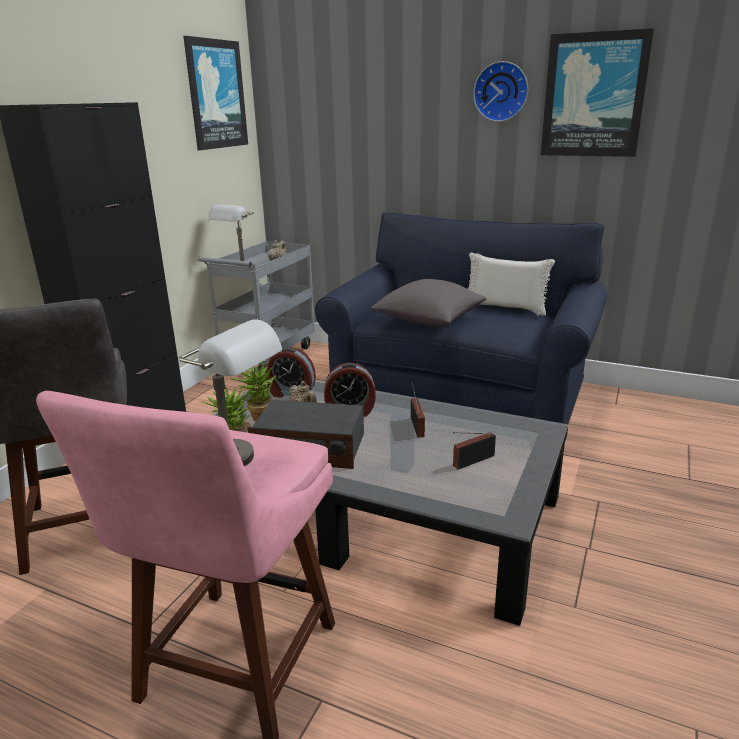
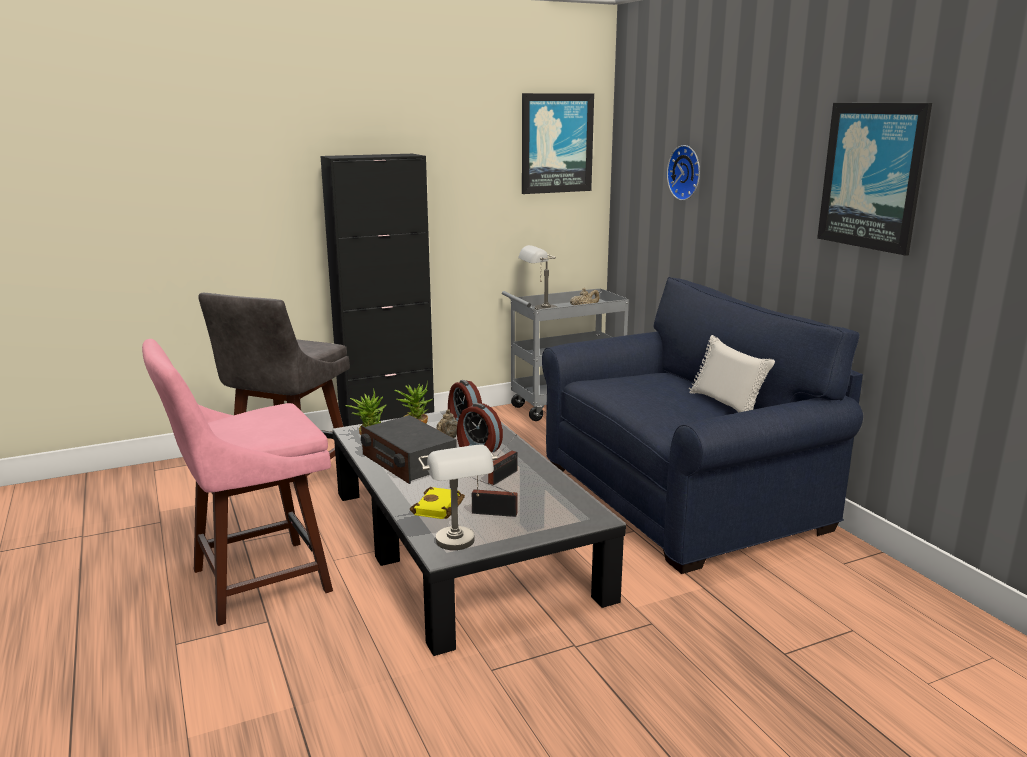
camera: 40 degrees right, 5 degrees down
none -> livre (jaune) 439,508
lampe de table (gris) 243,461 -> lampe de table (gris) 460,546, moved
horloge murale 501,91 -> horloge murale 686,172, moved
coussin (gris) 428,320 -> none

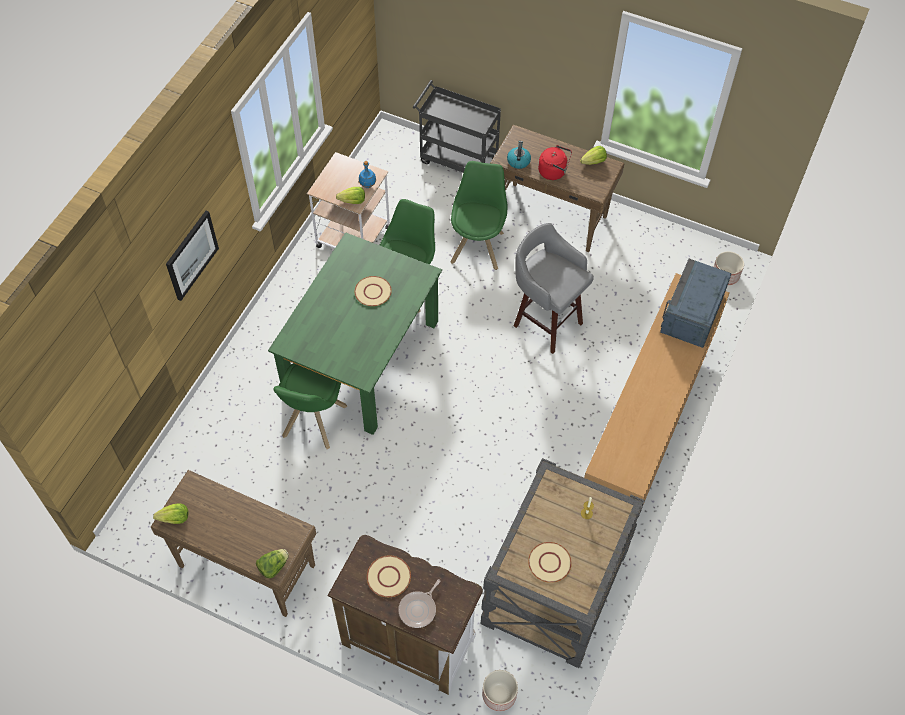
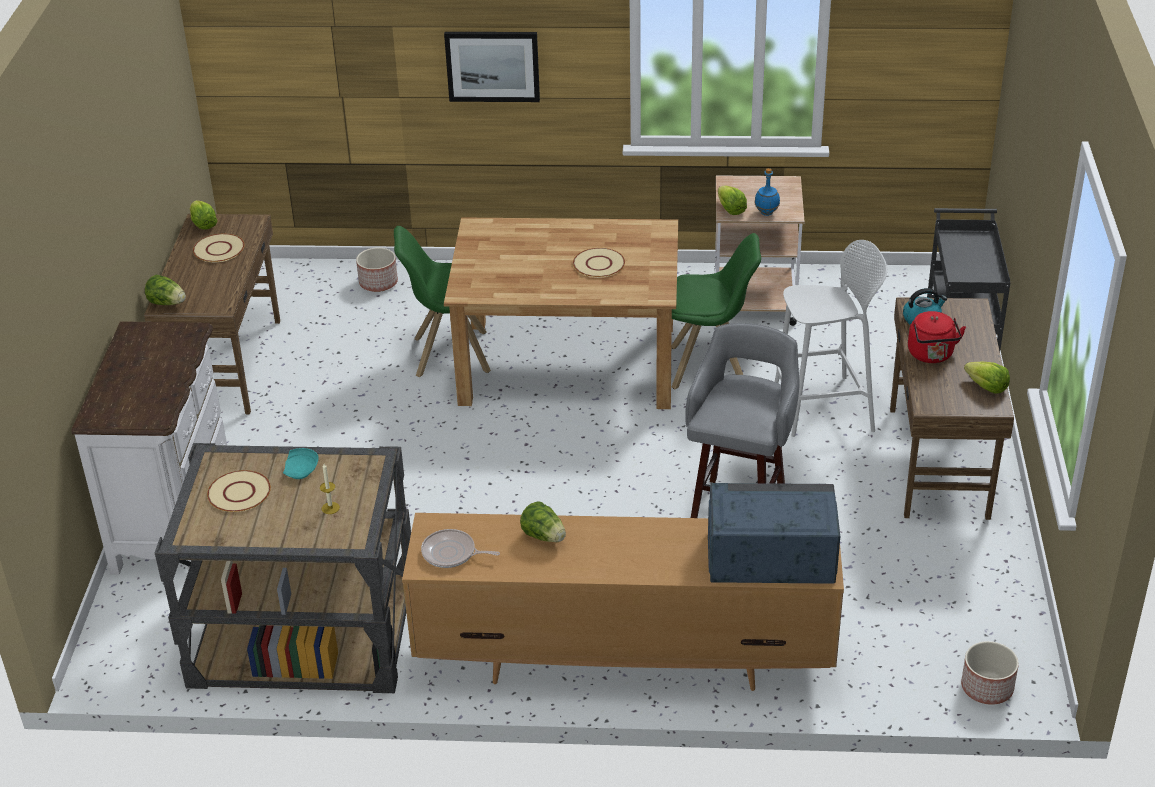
camera: 70 degrees right, 20 degrees down
assiette (beige) 389,577 -> assiette (beige) 218,249, moved
none -> assiette (turquoise) 301,470
cache-pot 499,695 -> cache-pot 378,283, moved
poêle 419,609 -> poêle 451,553, moved
table à manger (vert) 362,359 -> table à manger (marron) 566,364
none -> laitue 544,536
chaise (vert) 478,247 -> tabouret (blanc) 824,409

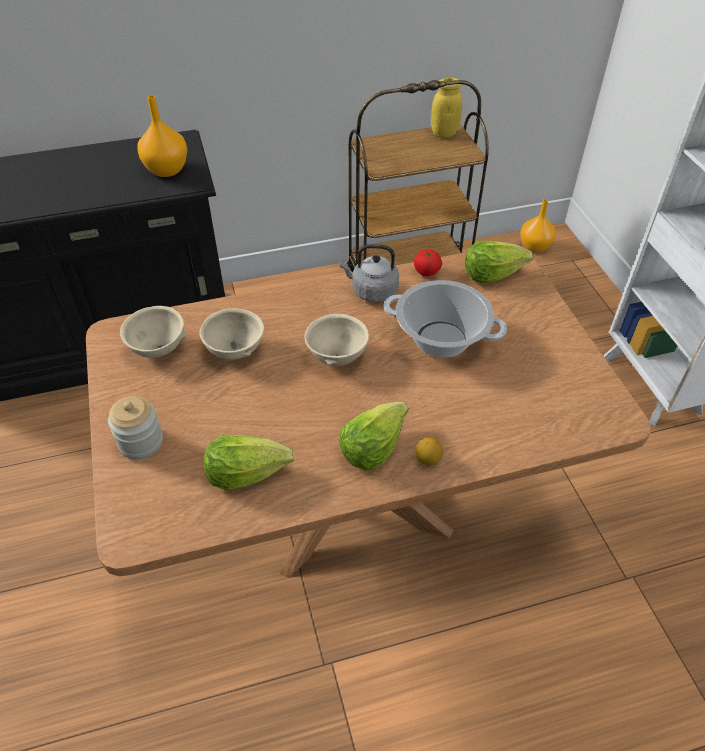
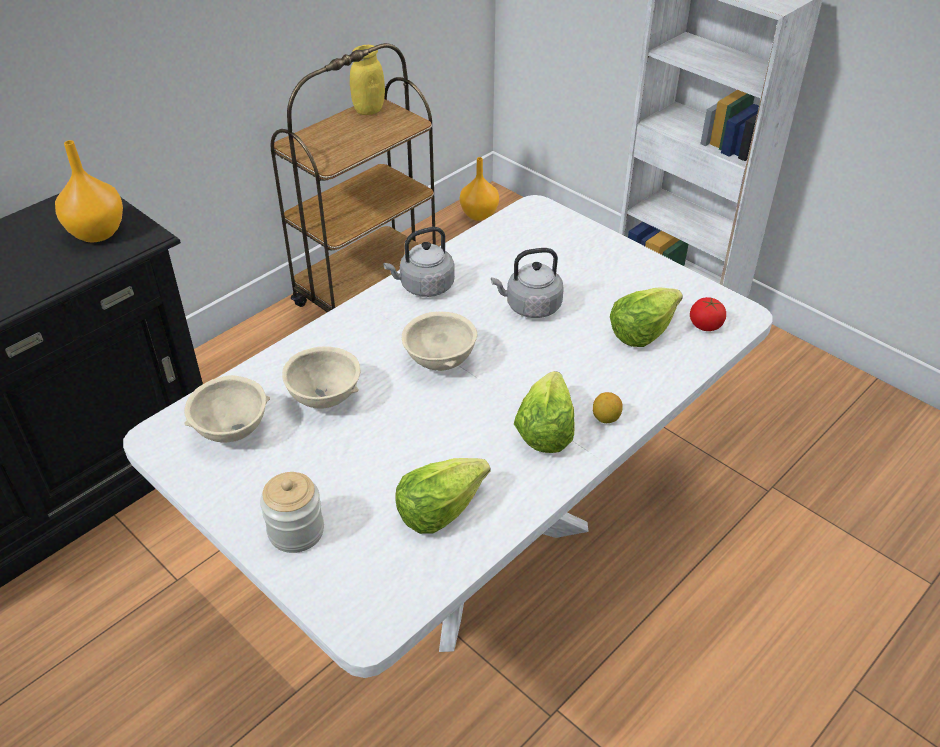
camera: 30 degrees left, 5 degrees down
table à manger (marron) 352,507 -> table à manger (blanc) 471,547
marmite 441,340 -> bouilloire (gris) 530,307
laitue 492,273 -> laitue 642,330, moved
tomate 426,271 -> tomate 705,325, moved

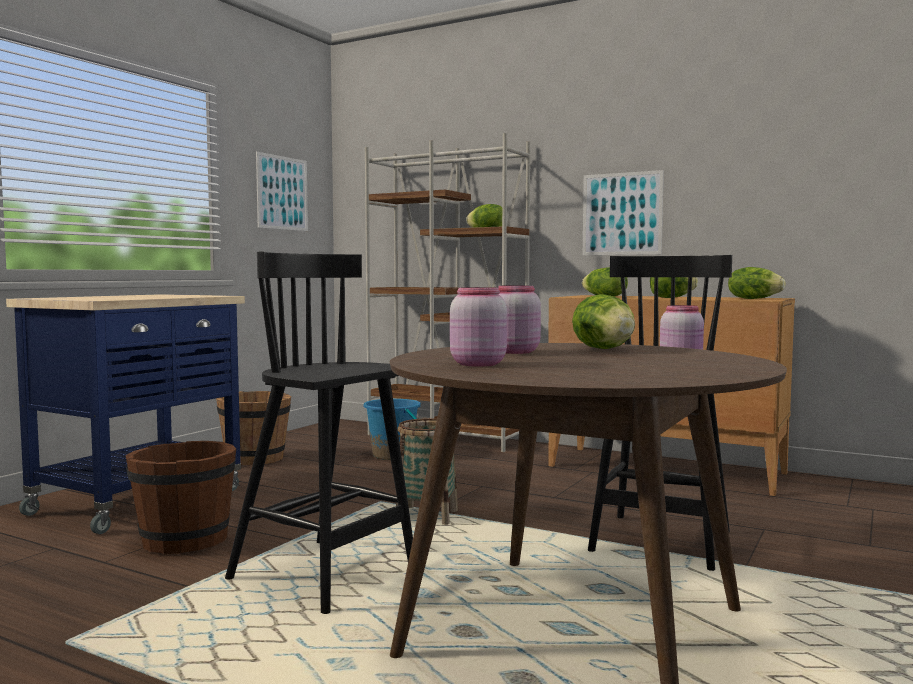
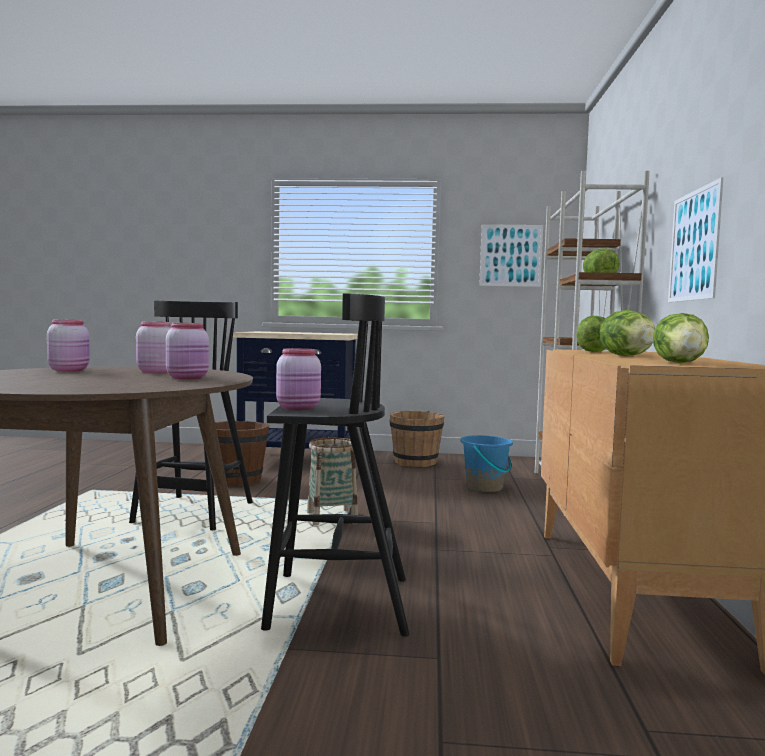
camera: 65 degrees right, 0 degrees up
laitue 604,349 -> bocal (rose) 189,378

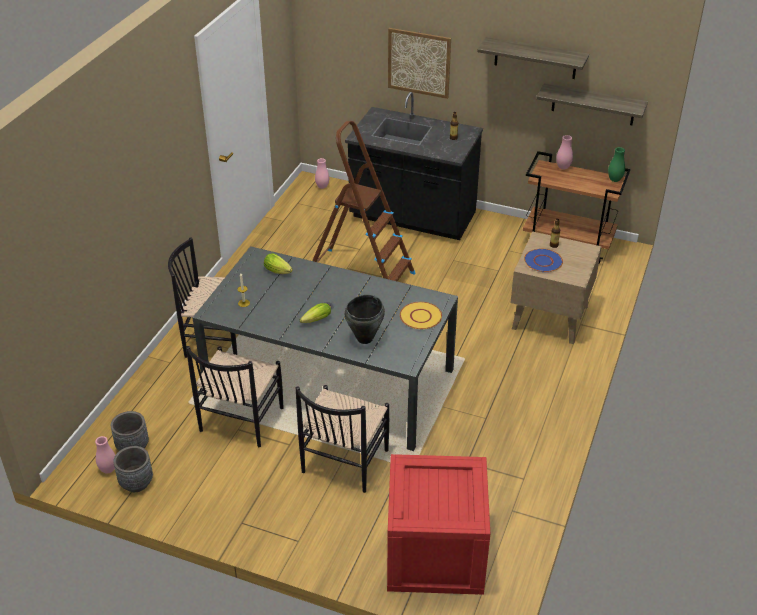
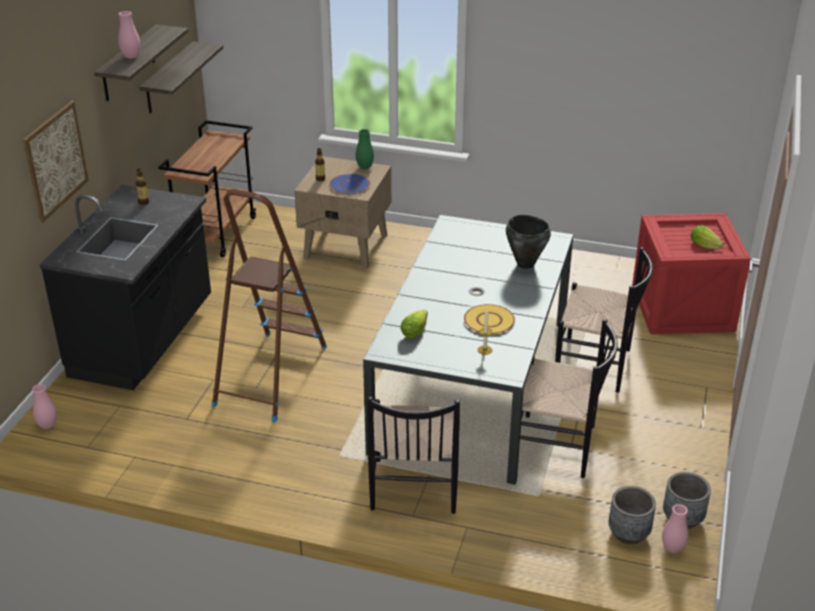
camera: 95 degrees left, 5 degrees down
vase (rose) 563,167 -> vase (rose) 131,57, moved
vase (vert) 614,180 -> vase (vert) 365,167, moved
assiette (jaune) 421,316 -> assiette (jaune) 489,320, moved
laitue 315,321 -> laitue 706,246, moved

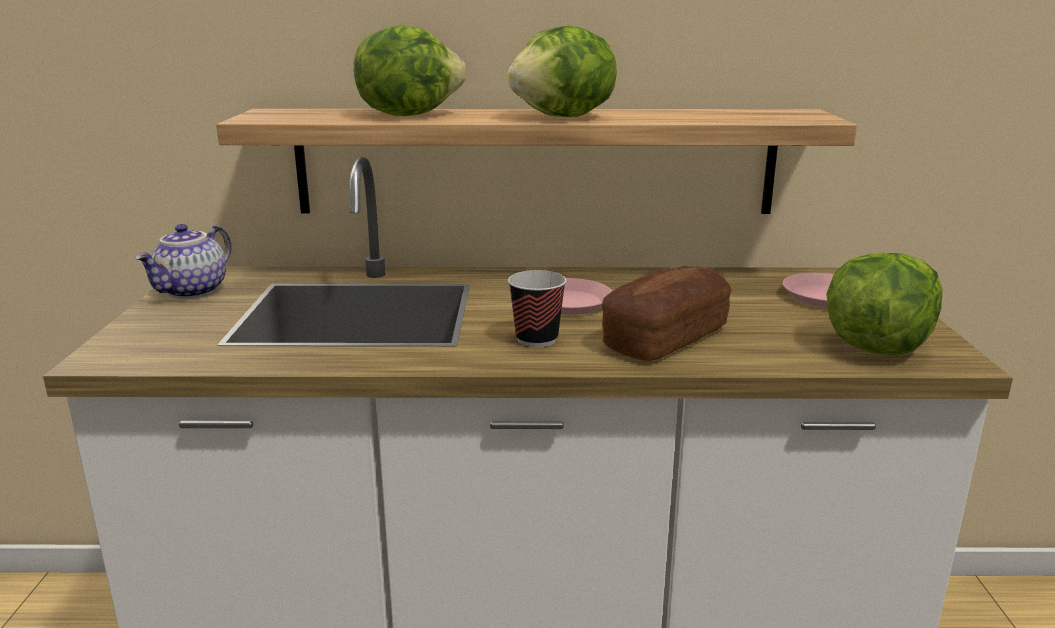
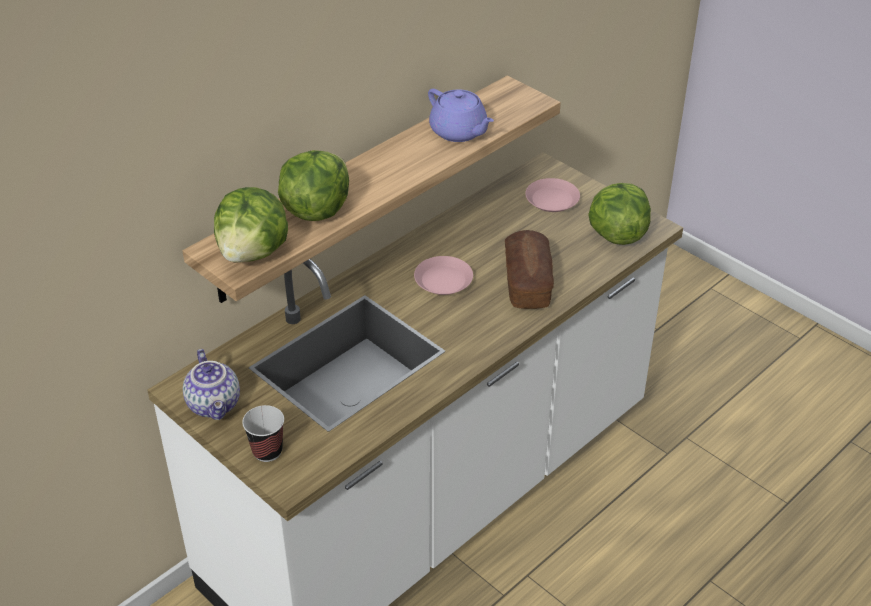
camera: 45 degrees left, 20 degrees up
laitue 564,117 -> laitue 253,253, moved
tasse 536,339 -> tasse 267,451, moved
none -> théière (violet) 459,132

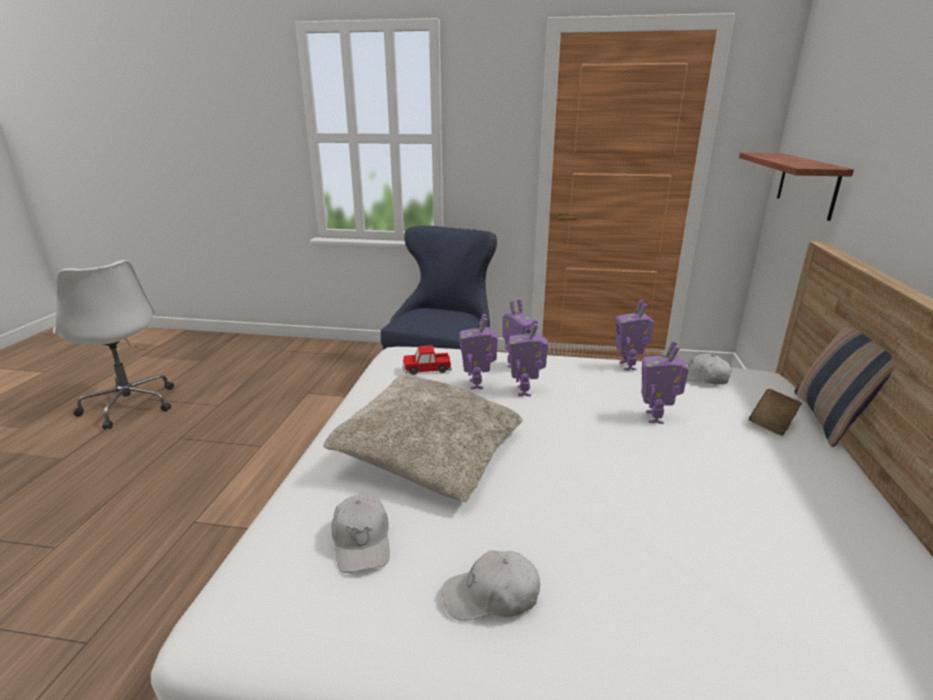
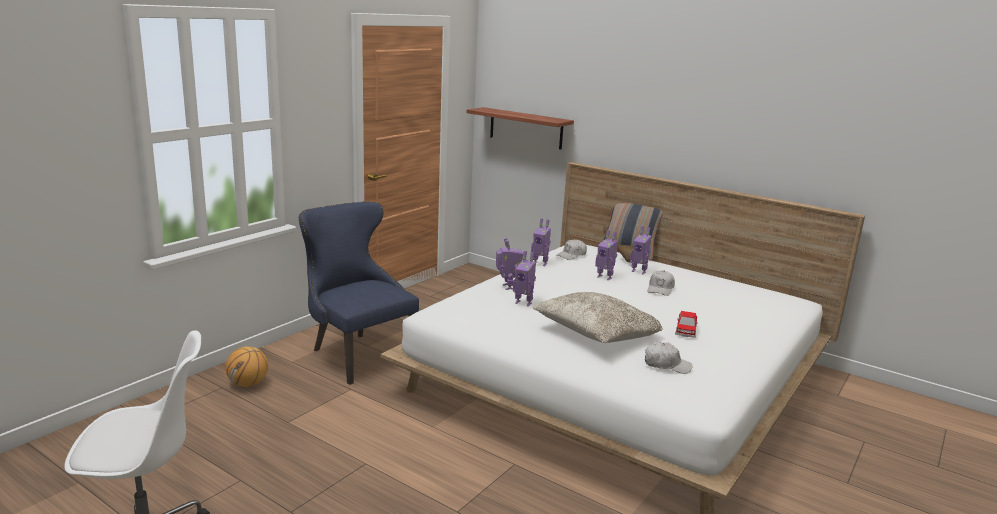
camera: 65 degrees left, 5 degrees down
none -> ballon de basket 248,384
robot jouet 525,391 -> robot jouet 639,271, moved
casquette (blanc) 491,596 -> casquette (blanc) 660,289, moved
petite voiture 427,368 -> petite voiture 686,330, moved

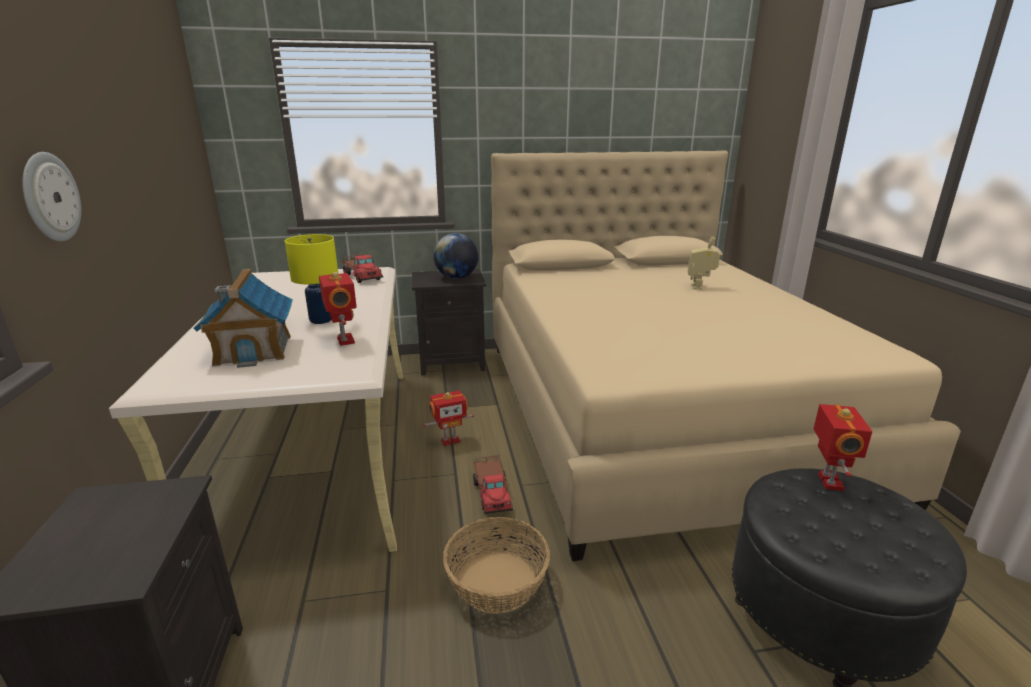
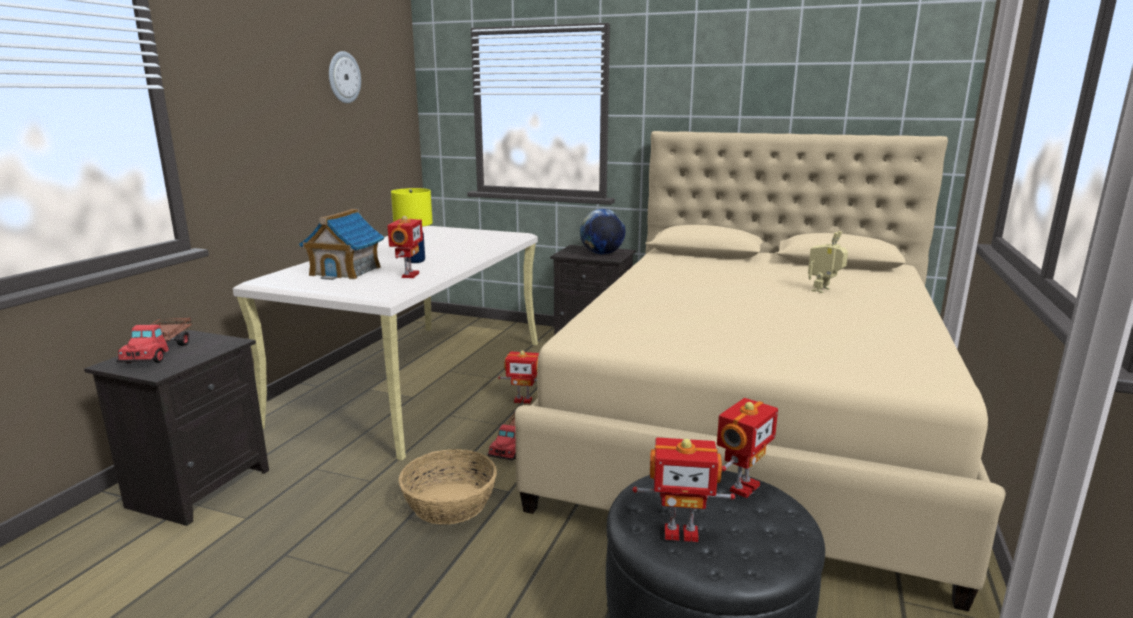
camera: 30 degrees right, 5 degrees down
camion jouet 362,276 -> camion jouet 160,352, moved
horloge murale 50,197 -> horloge murale 343,77, moved
none -> robot jouet 681,532

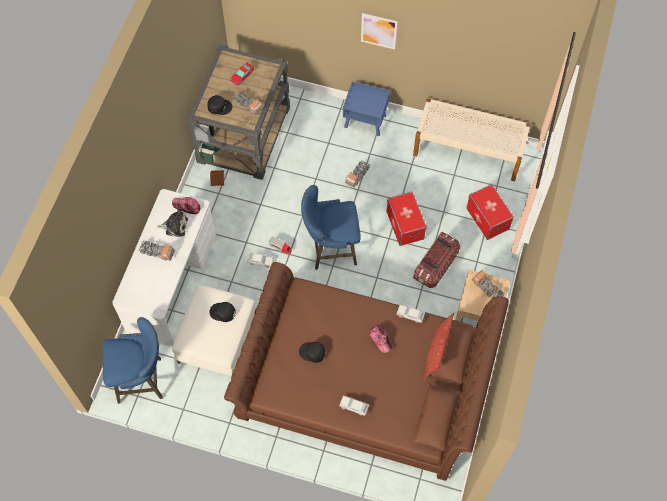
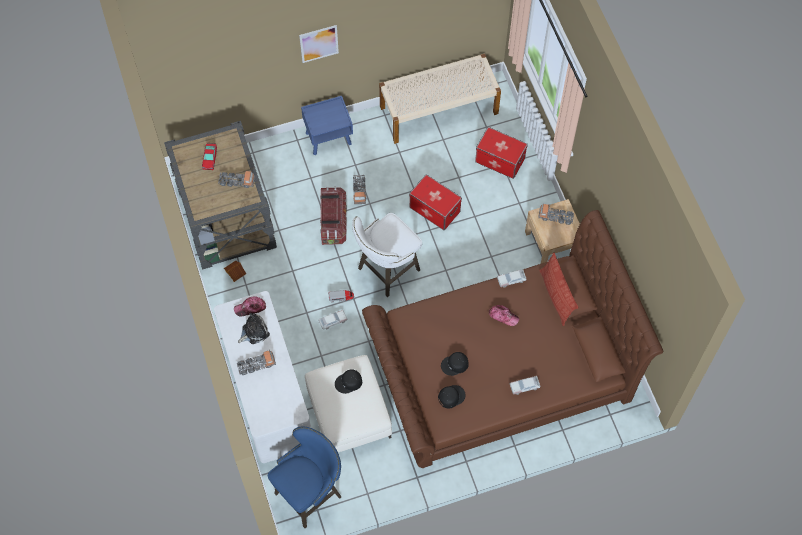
camera: 35 degrees left, 0 degrees up
boîte de rangement 436,265 -> boîte de rangement 333,221, moved
tabouret (bleu) 330,249 -> tabouret (blanc) 386,271
casquette (noir) 219,106 -> casquette (noir) 451,396, moved

